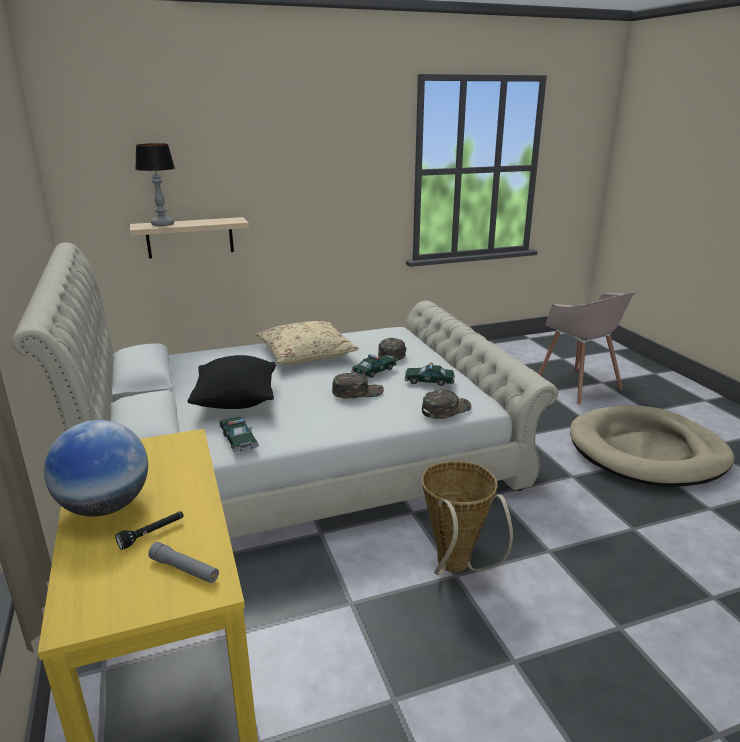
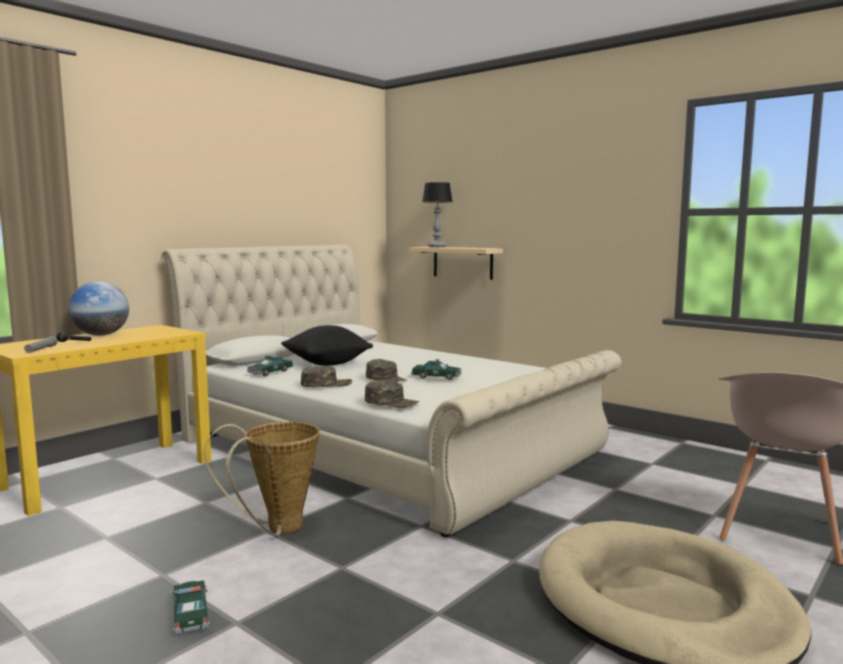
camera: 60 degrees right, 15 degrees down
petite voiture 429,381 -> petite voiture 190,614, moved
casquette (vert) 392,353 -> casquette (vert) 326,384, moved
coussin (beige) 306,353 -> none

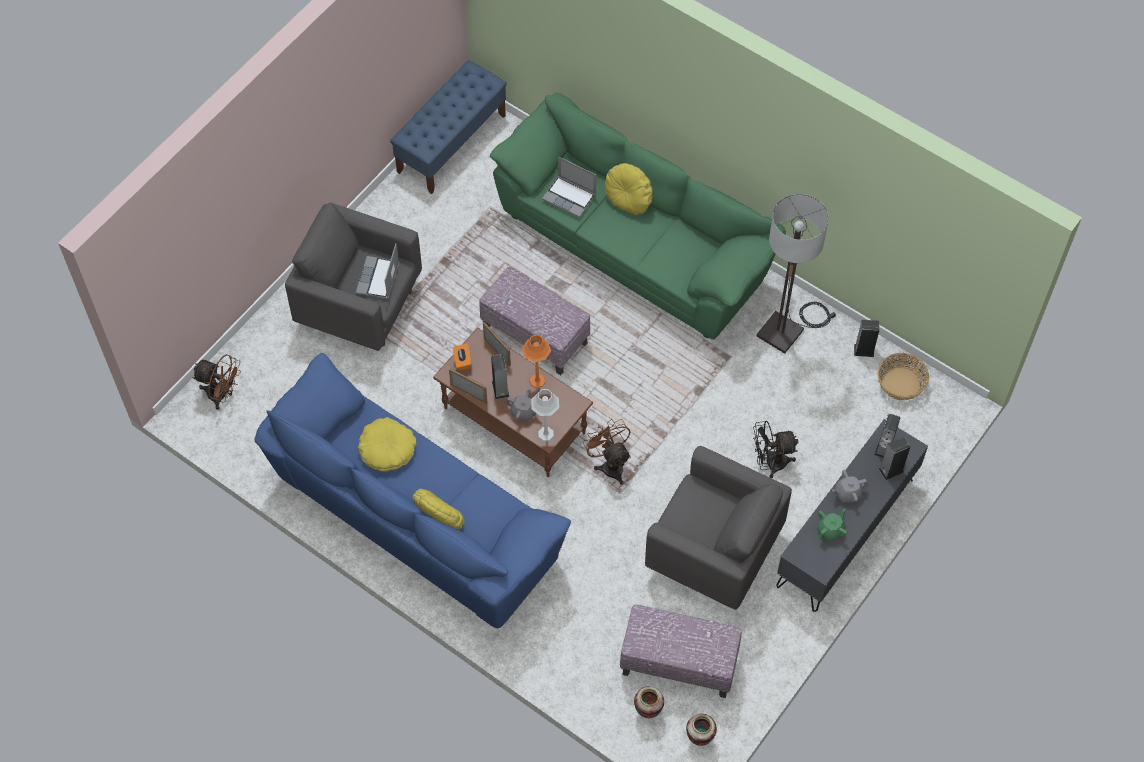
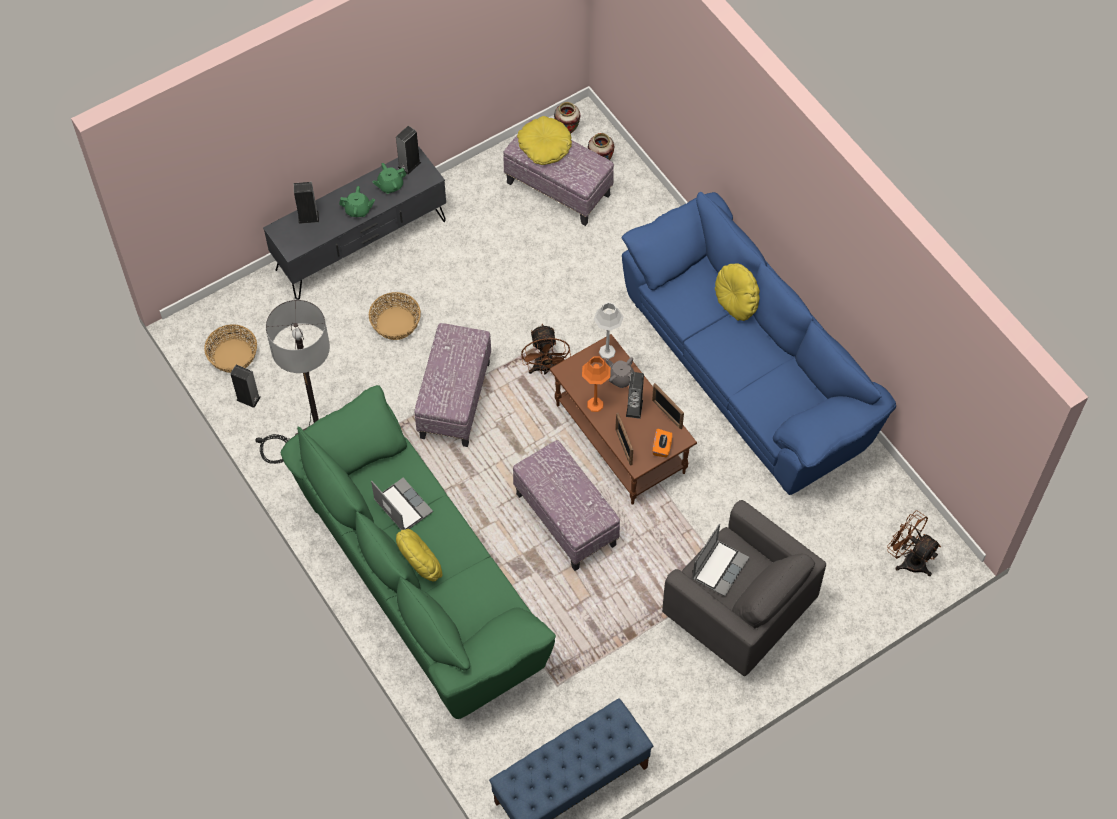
camera: 160 degrees left, 0 degrees up
théière (gris) 847,493 -> théière (vert) 358,210
ventilateur (noir) 770,463 -> panier 395,323
ordinateur portable 570,197 -> ordinateur portable 402,506, moved
enceinte 884,448 -> enceinte 409,165, moved
none -> pouf 455,400
coussin (jaune) 386,450 -> coussin (jaune) 545,146, moved
fauteuil (gris) 713,552 -> none

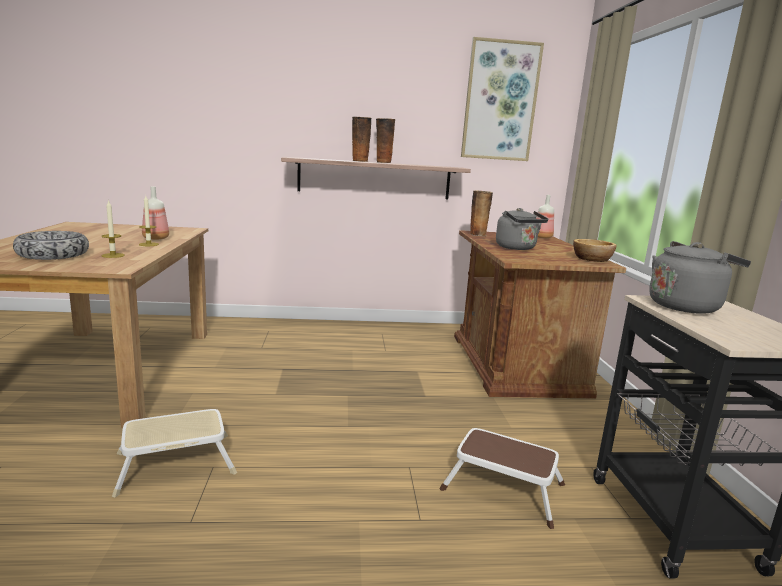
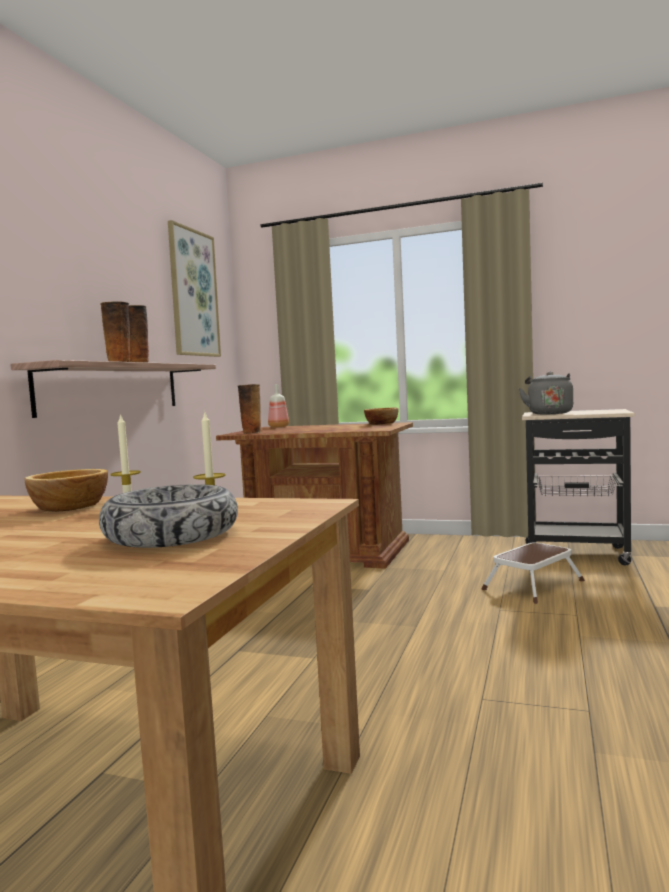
camera: 65 degrees left, 10 degrees down
bouteille 155,238 -> bol 69,507
escabeau (beige) 176,463 -> none
bouilloire (gris) 517,248 -> none

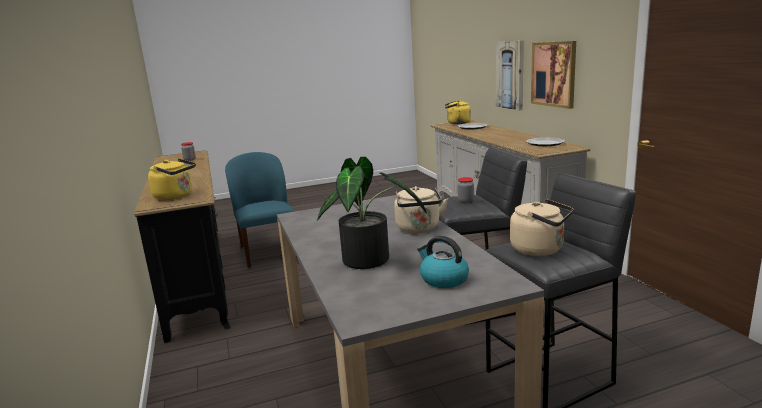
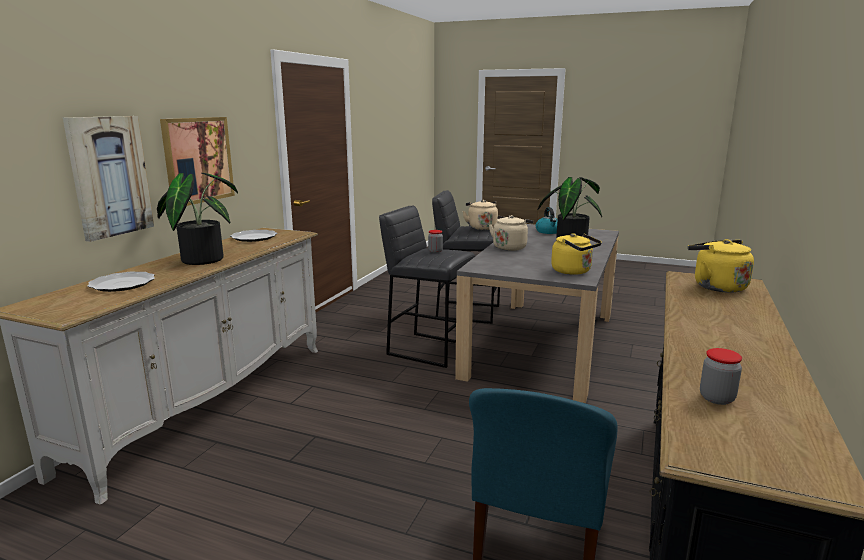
camera: 140 degrees left, 0 degrees up
none -> plante en pot 201,259
bouilloire (jaune) 457,123 -> bouilloire (jaune) 573,271, moved

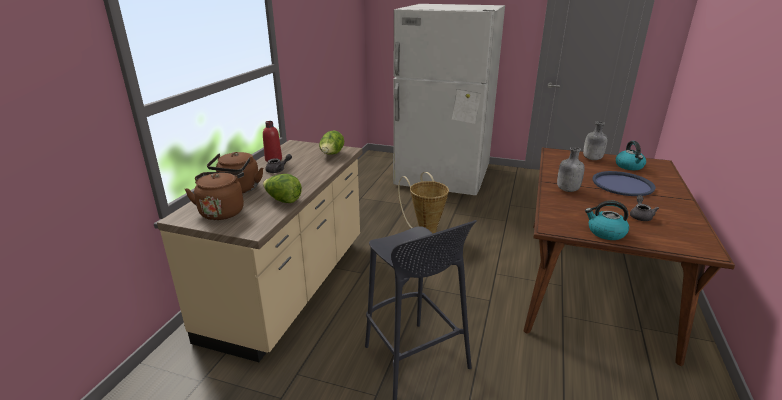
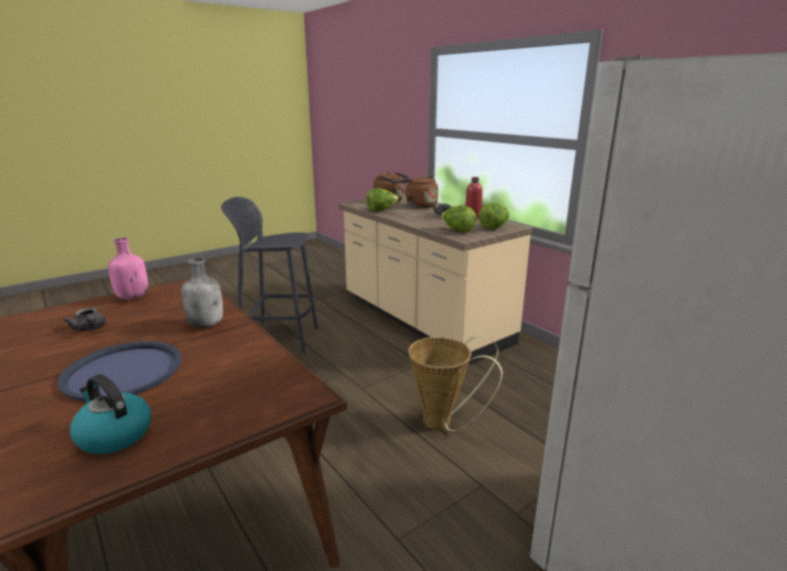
camera: 125 degrees right, 5 degrees down
bouilloire 605,232 -> bouteille (rose) 132,297
none -> laitue 493,227
bouteille (gris) 592,159 -> none

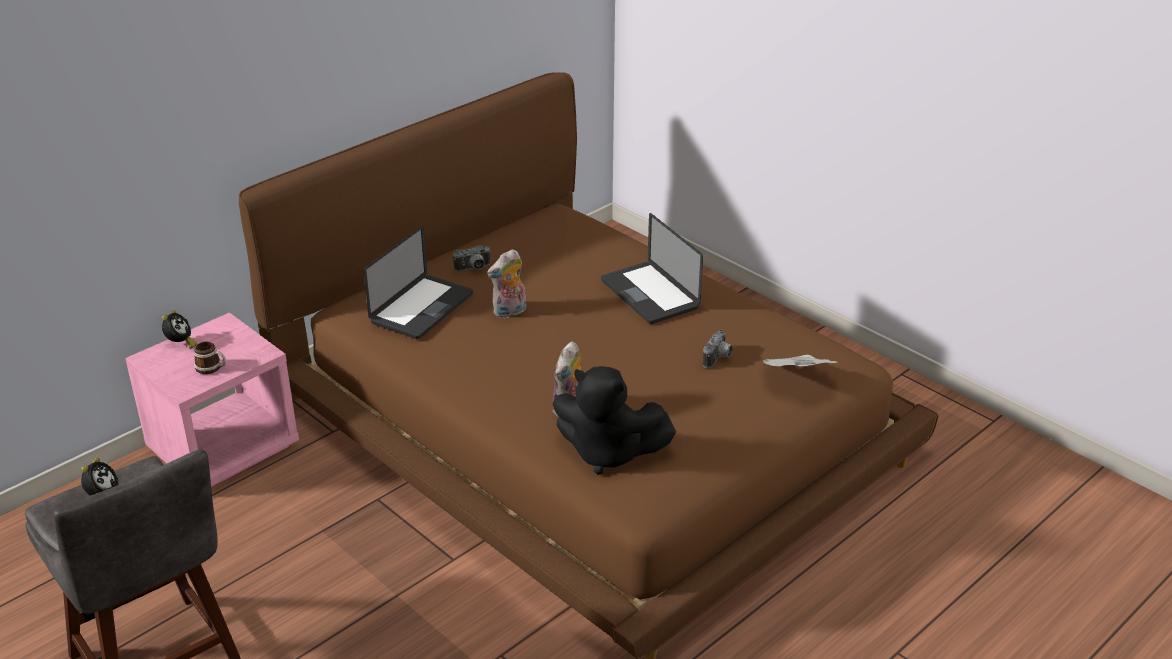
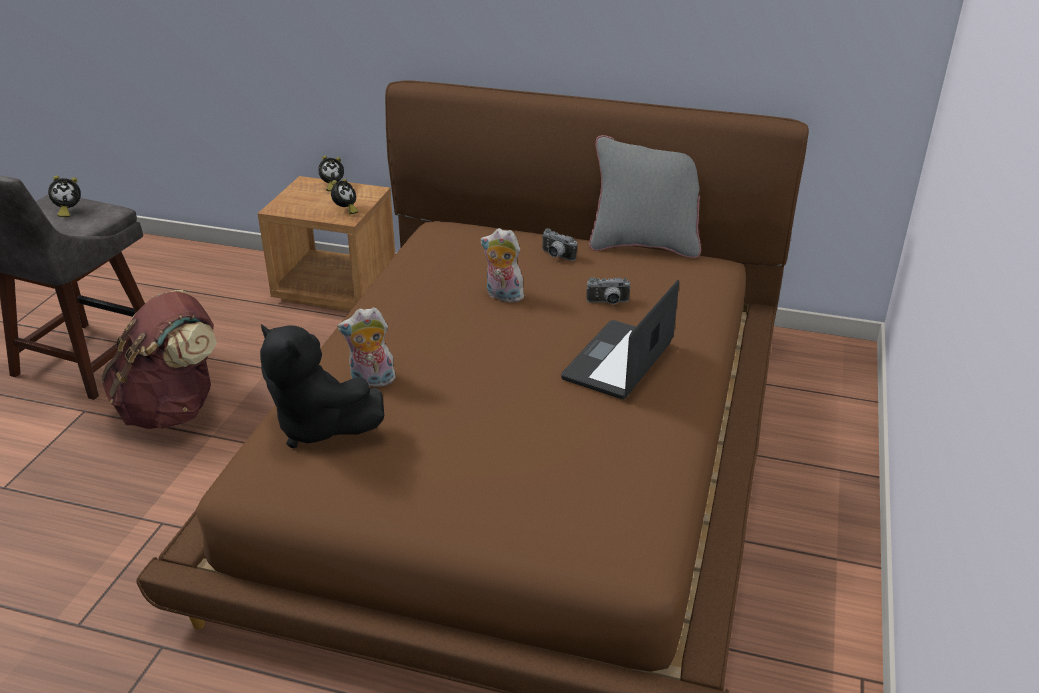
camera: 60 degrees right, 0 degrees up
none -> sac à dos (marron) 173,409
table de chevet (rose) 224,448 -> table de chevet (marron) 337,288
peluche (noir) 608,452 -> peluche (noir) 318,427, 45 degrees counterclockwise
none -> réveil 345,210
appareil photo 718,359 -> appareil photo 608,303, moved
none -> coussin (gris) 644,245
mug 212,368 -> none
ordinateur portable 422,308 -> none
journal 798,378 -> none

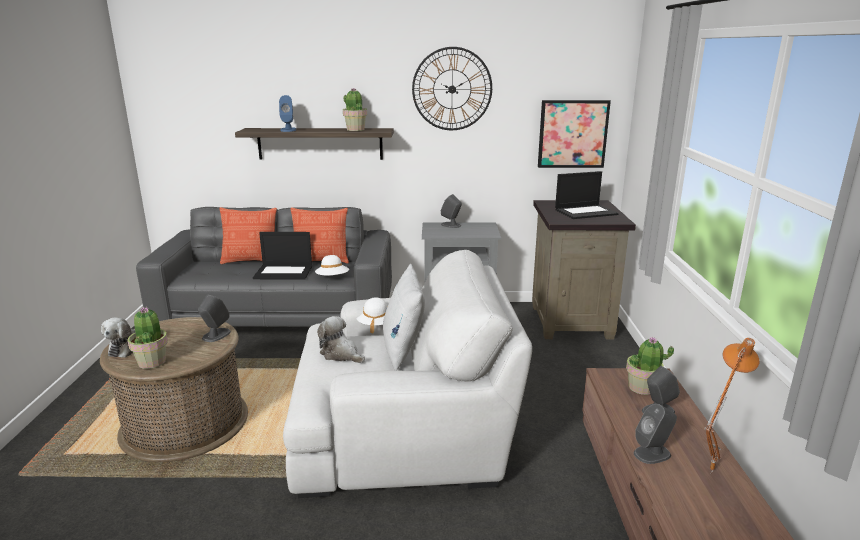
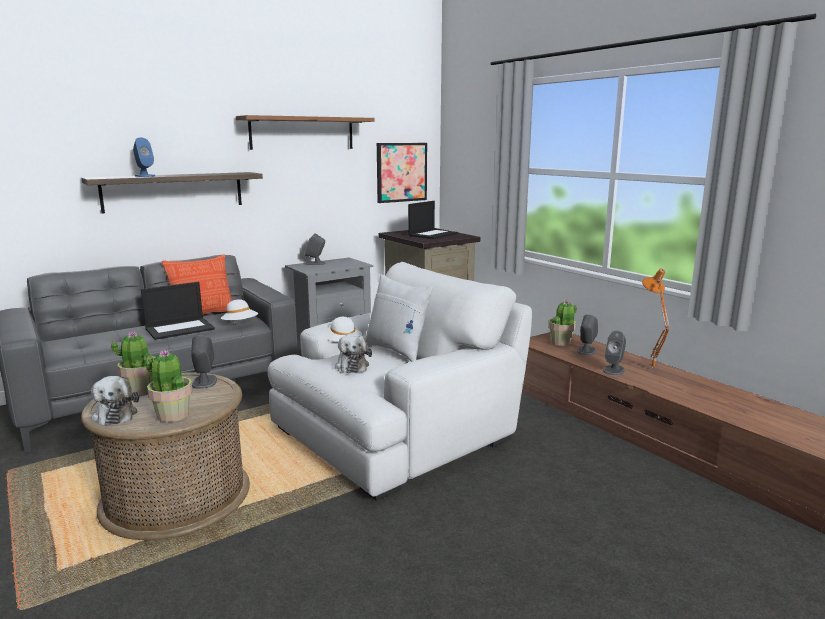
camera: 35 degrees left, 5 degrees down
plante en pot 355,129 -> plante en pot 141,390, moved
horloge murale 452,89 -> étagère (marron) 302,133
peluche 341,354 -> peluche 352,365, 105 degrees counterclockwise
coussin (orange) 251,261 -> none

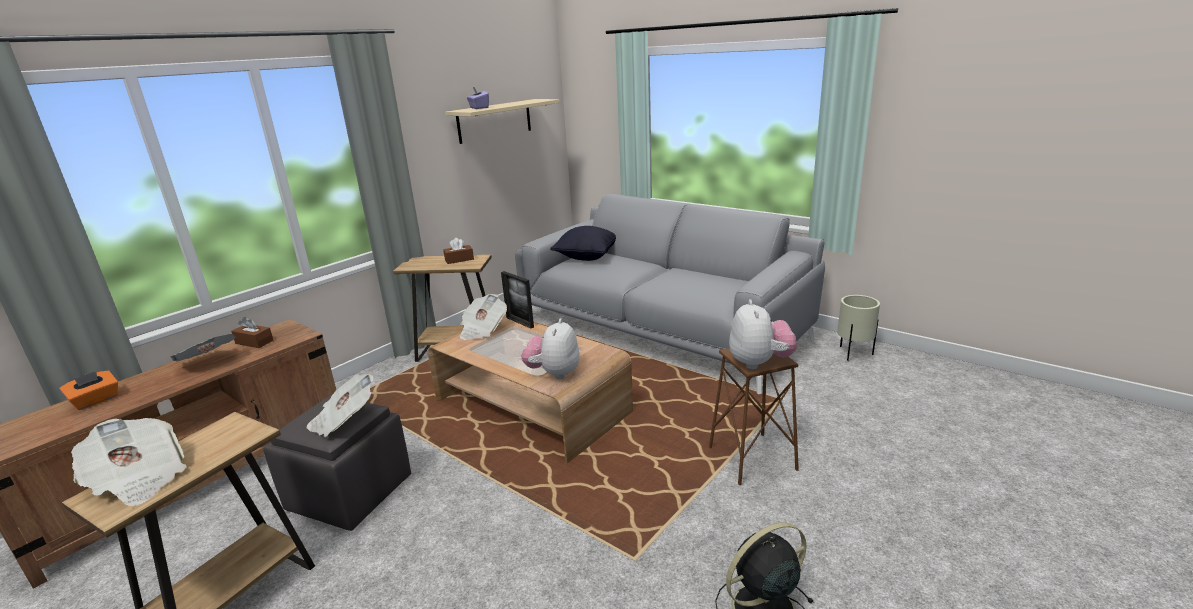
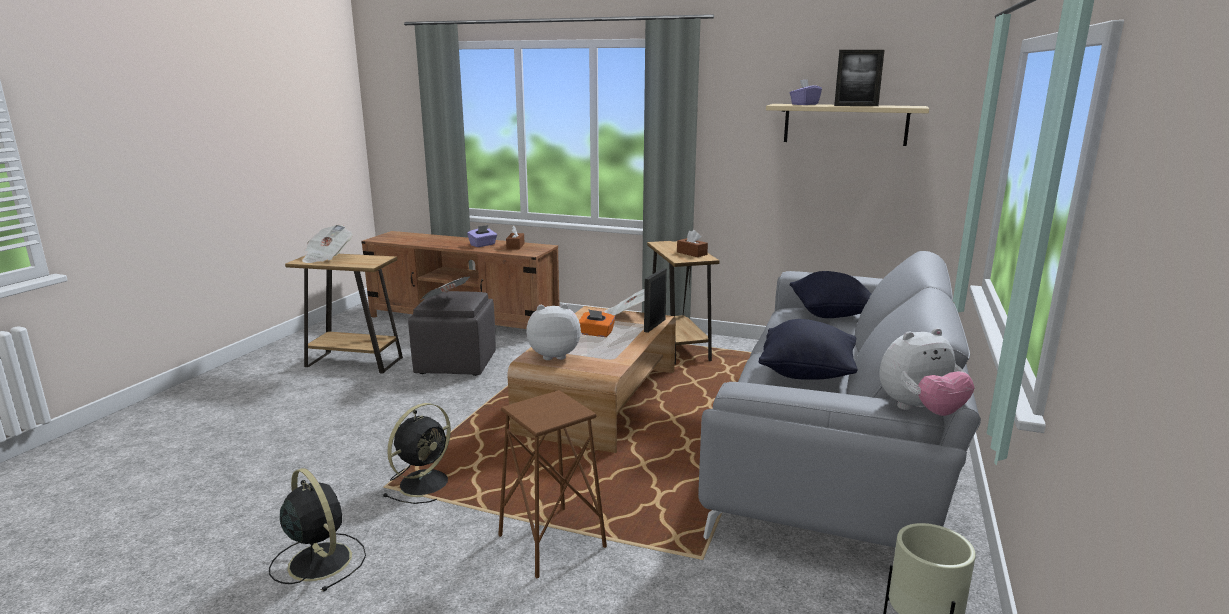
camera: 70 degrees right, 5 degrees down
none -> ventilateur (noir) 426,482
journal 209,362 -> boîte à mouchoirs (violet) 483,245
boîte à mouchoirs (orange) 96,401 -> boîte à mouchoirs (orange) 596,333, moved
none -> coussin (noir) 807,373
none -> cadre photo 856,106
peluche 759,363 -> peluche 920,411, moved

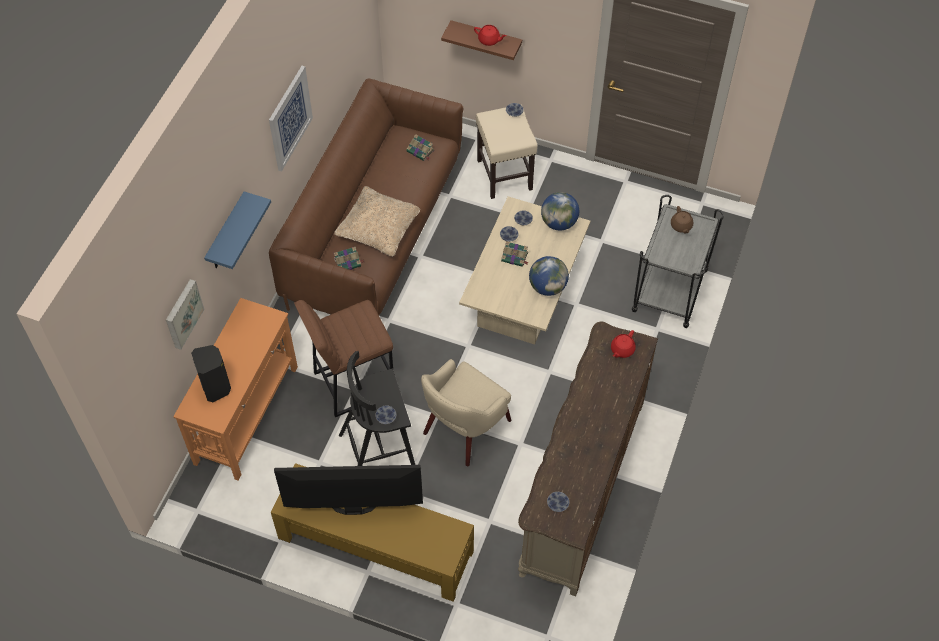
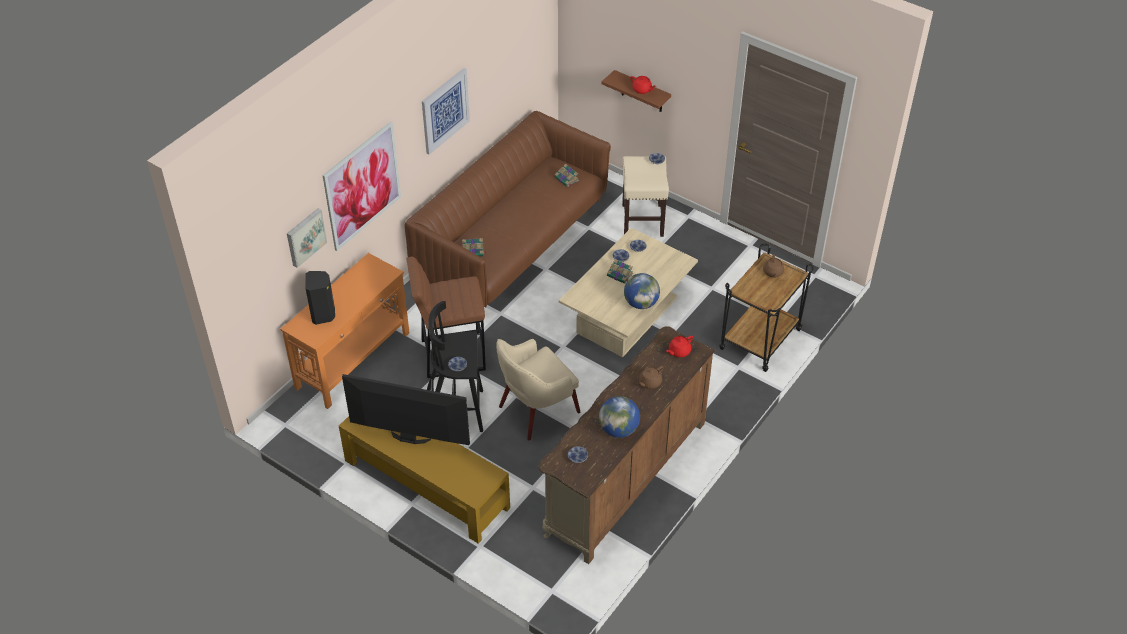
camera: 15 degrees right, 10 degrees down
étagère (bleu) 226,234 -> tableau 362,186
globe 559,222 -> globe 618,429, moved
none -> théière (marron) 649,382
chariot (gris) 669,292 -> chariot (marron) 759,340
coussin (beige) 379,227 -> none

